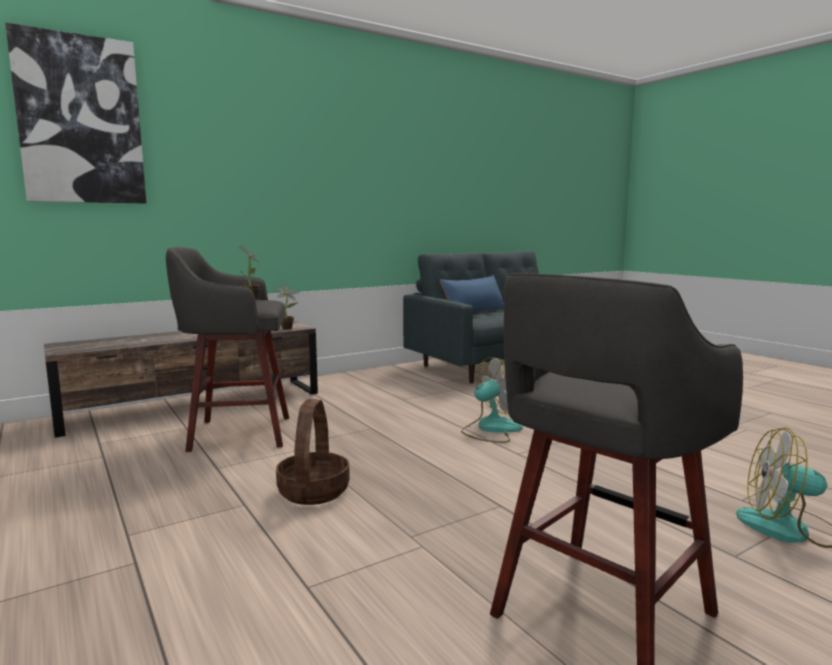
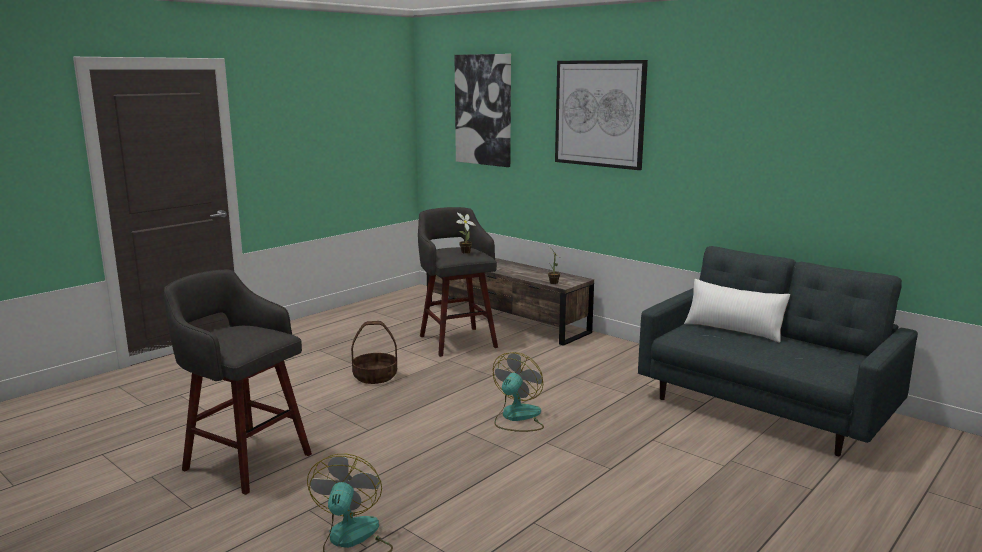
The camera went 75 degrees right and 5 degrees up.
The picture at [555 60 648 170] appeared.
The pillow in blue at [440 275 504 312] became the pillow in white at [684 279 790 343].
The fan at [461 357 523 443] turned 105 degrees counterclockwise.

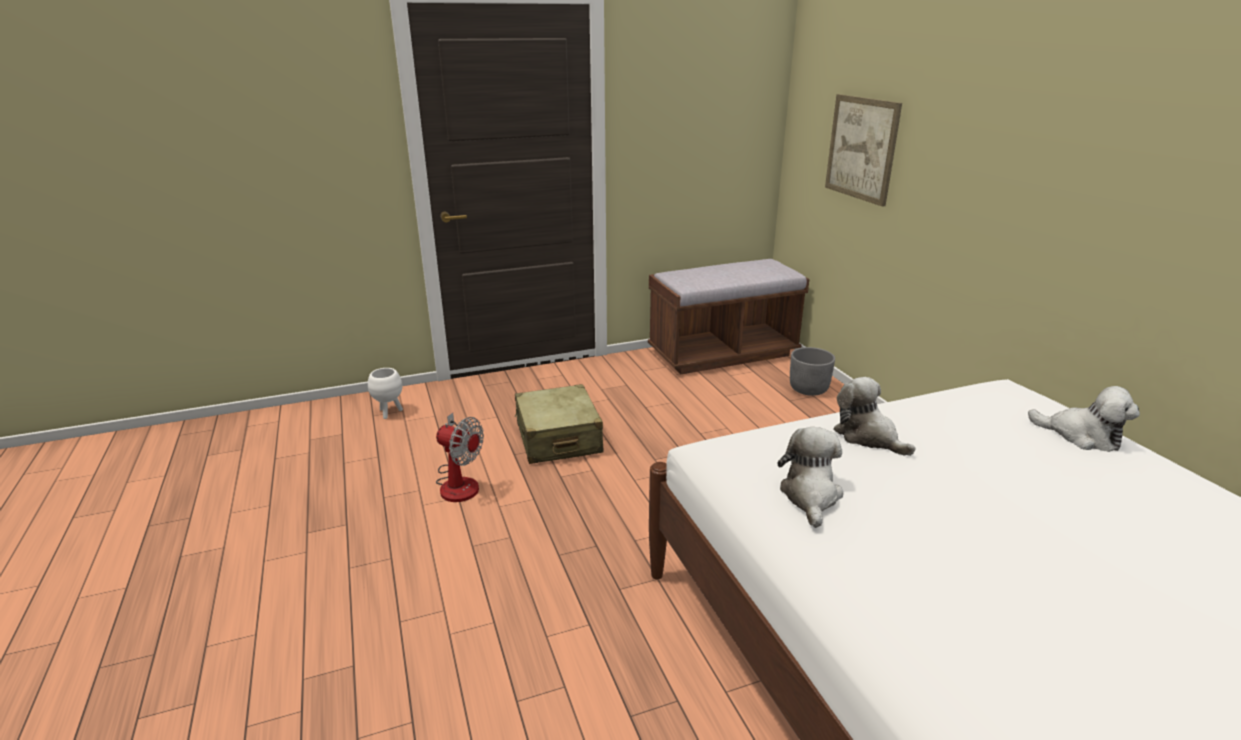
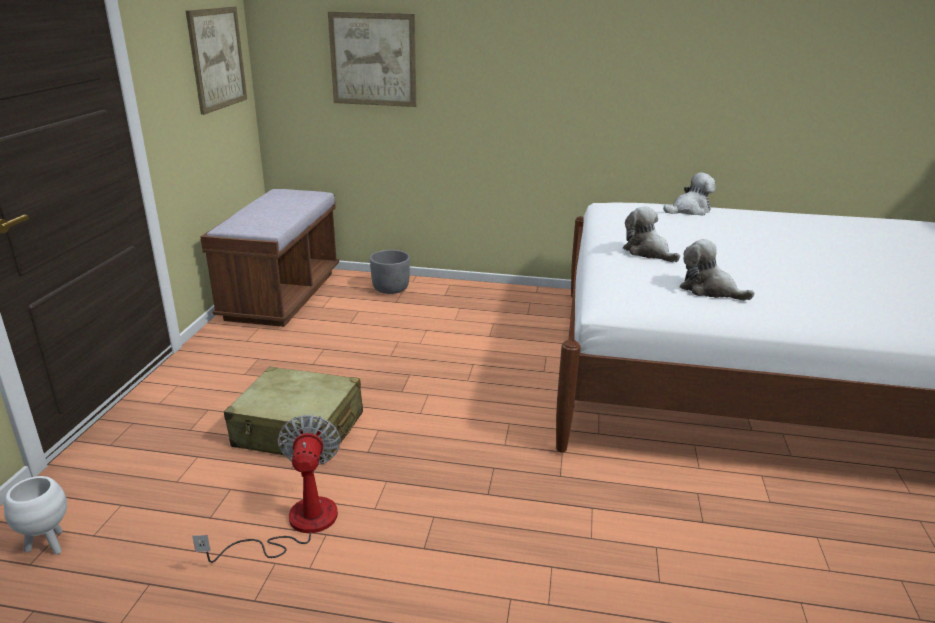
The camera went 60 degrees left and 0 degrees up.
The picture at [186 6 247 115] appeared.
The fan at [436 413 484 502] turned 60 degrees counterclockwise.
The plush toy at [833 377 916 456] turned 60 degrees clockwise.

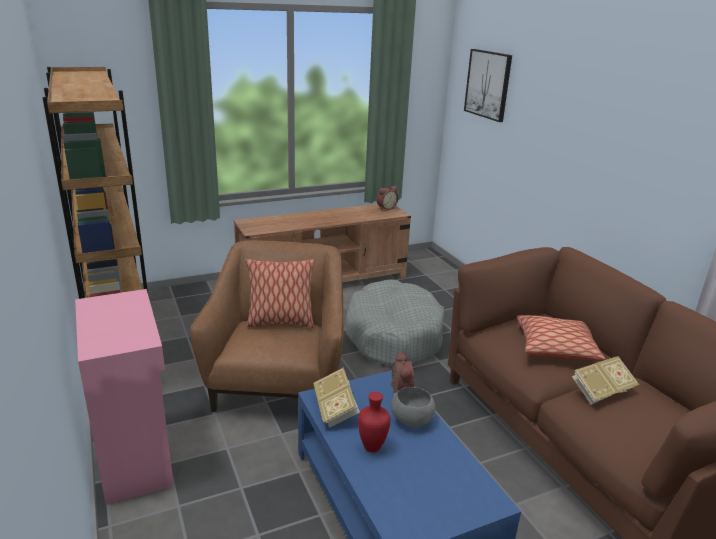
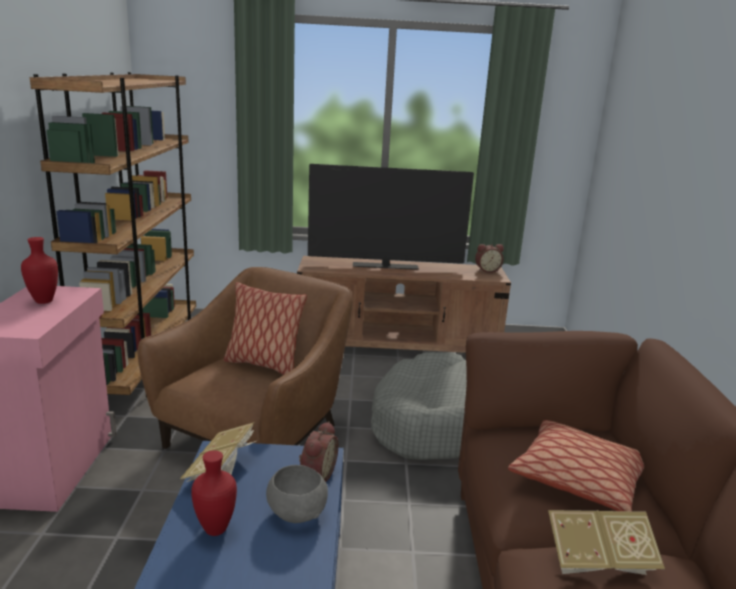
The camera went 25 degrees right and 5 degrees down.
The picture at [464 49 512 122] disappeared.
The vase in red at [21 237 58 304] appeared.
The television at [308 164 474 270] appeared.

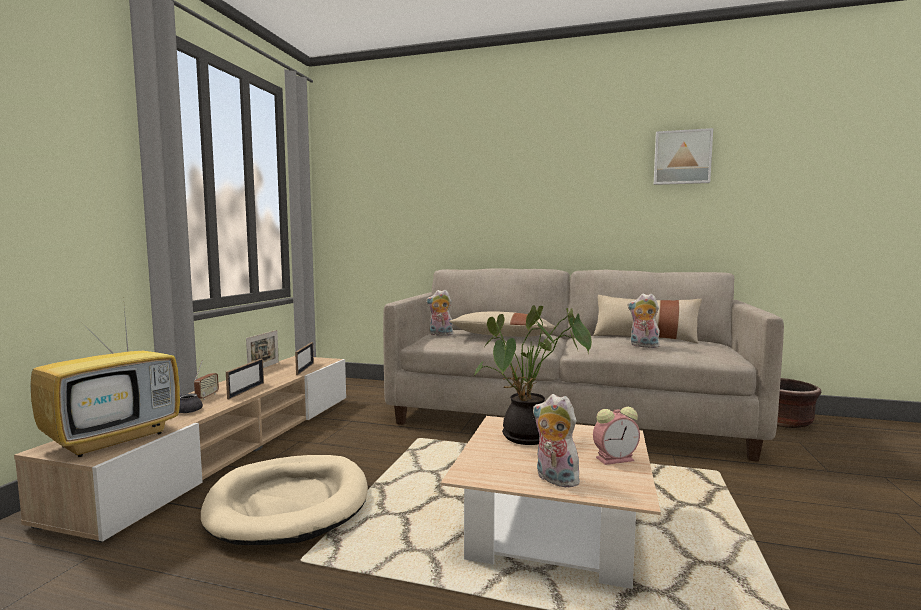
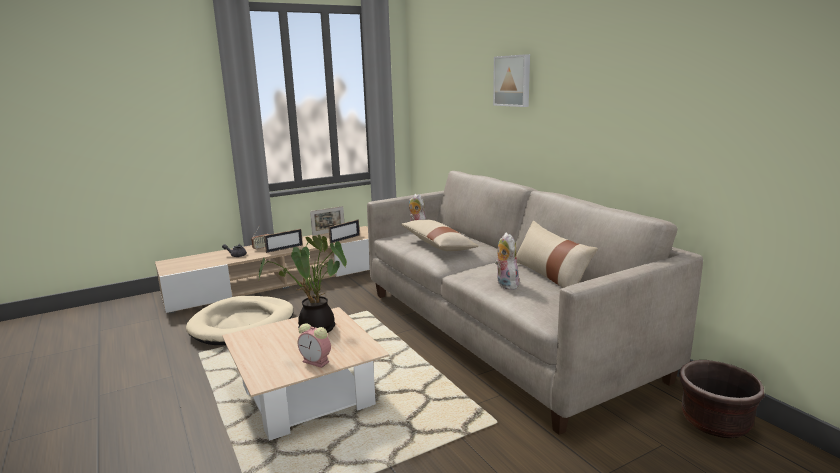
The camera went 45 degrees right and 10 degrees up.
The television at [30 307 180 457] disappeared.
The plush toy at [533 394 582 488] disappeared.
The picture moved from [654 128 713 185] to [493 54 530 107].

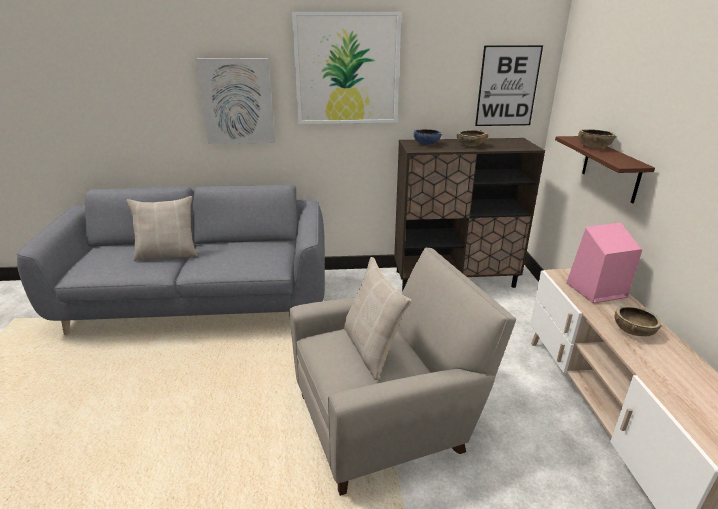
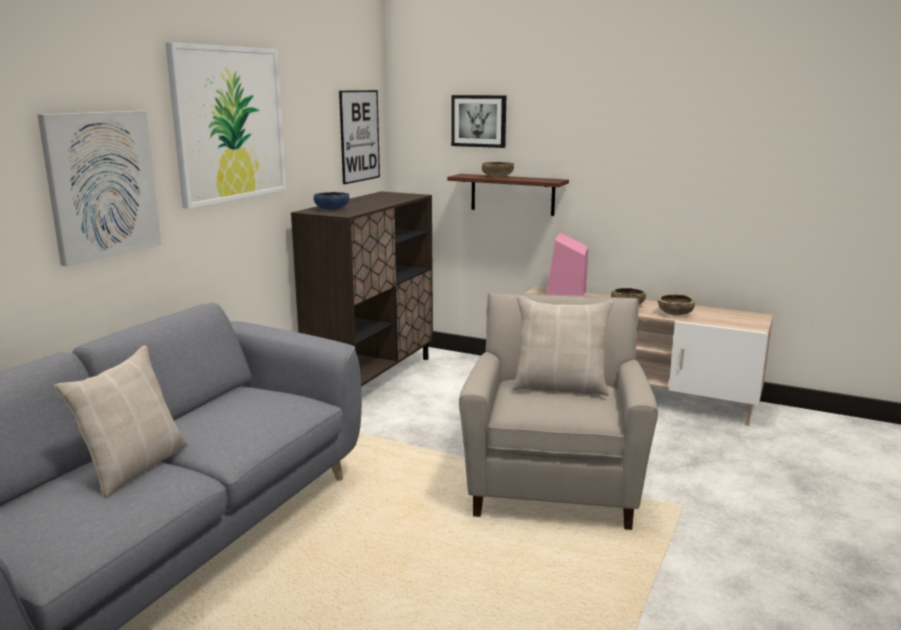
The camera went 60 degrees left and 10 degrees down.
The picture at [451 95 506 148] appeared.
The bowl in brown moved from [457 130 488 146] to [658 294 695 315].

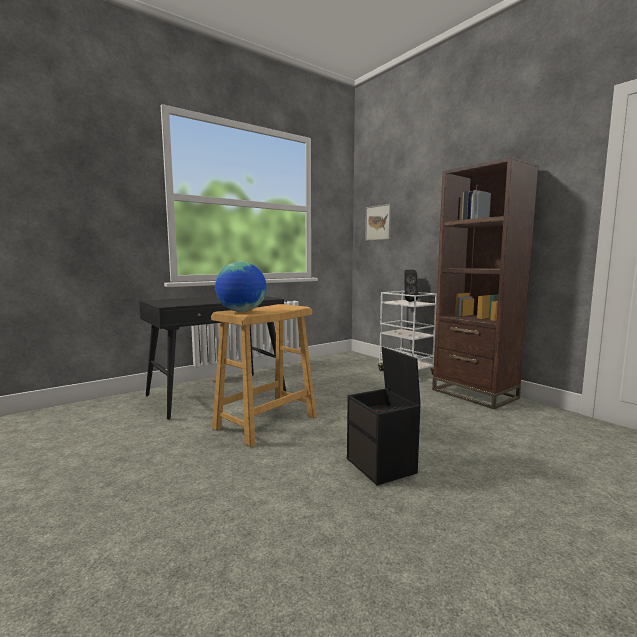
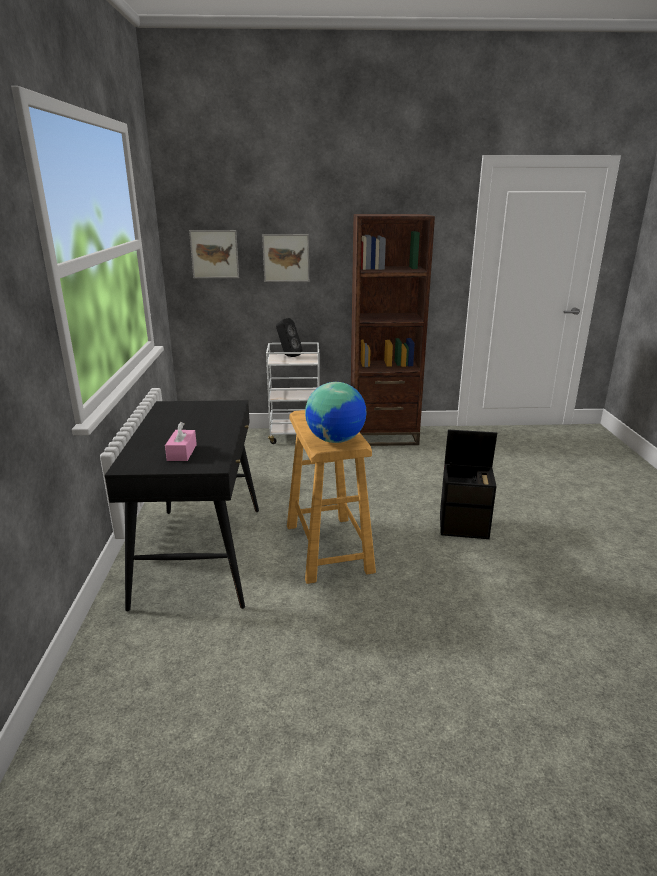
The camera went 55 degrees left and 15 degrees up.
The tissue box in pink at [165 422 197 461] appeared.
The picture at [262 234 309 282] appeared.

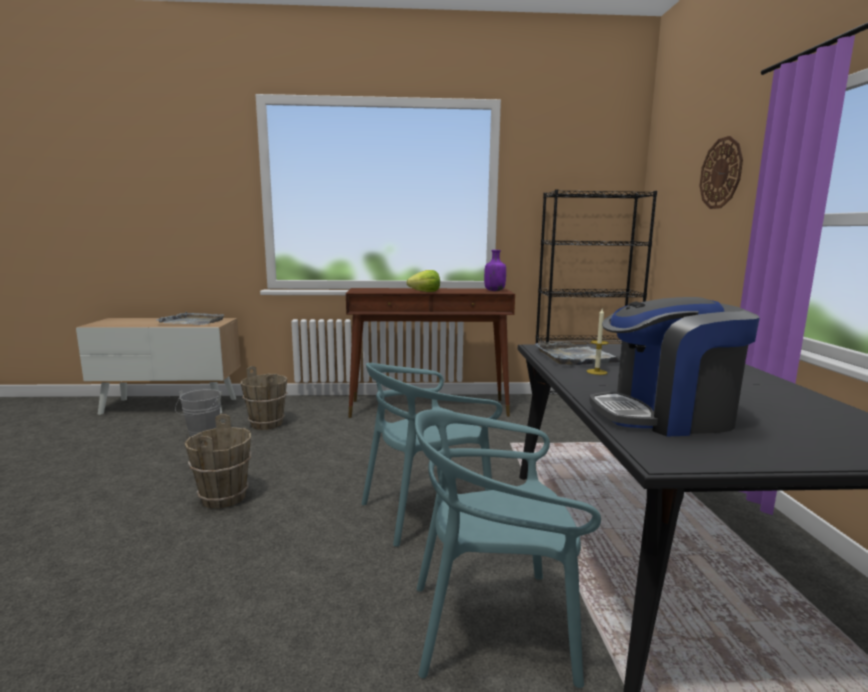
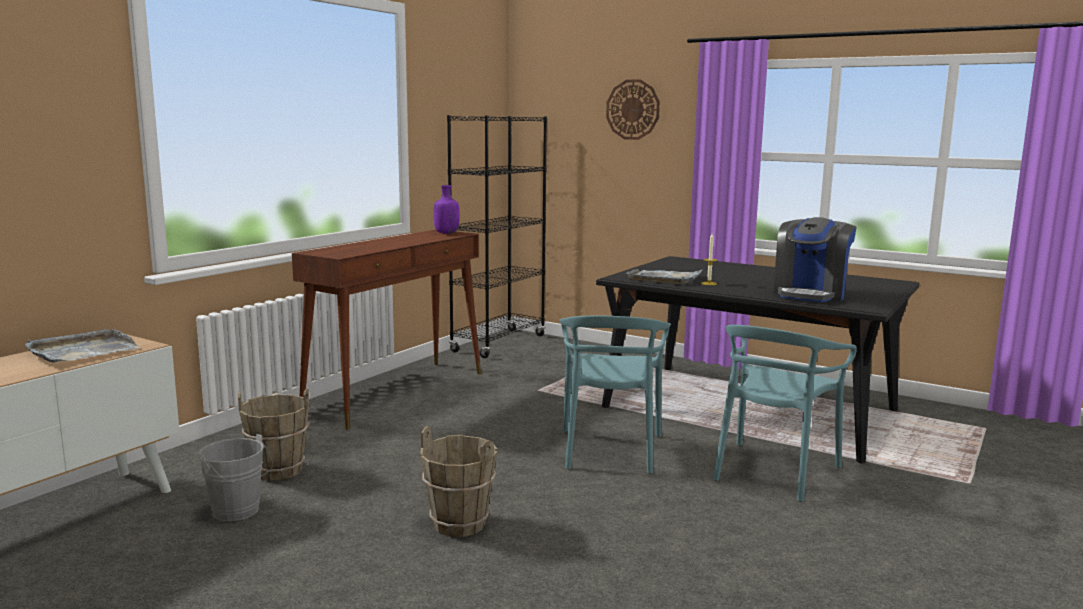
The camera went 55 degrees left and 0 degrees up.
The lettuce at [406 270 440 292] disappeared.

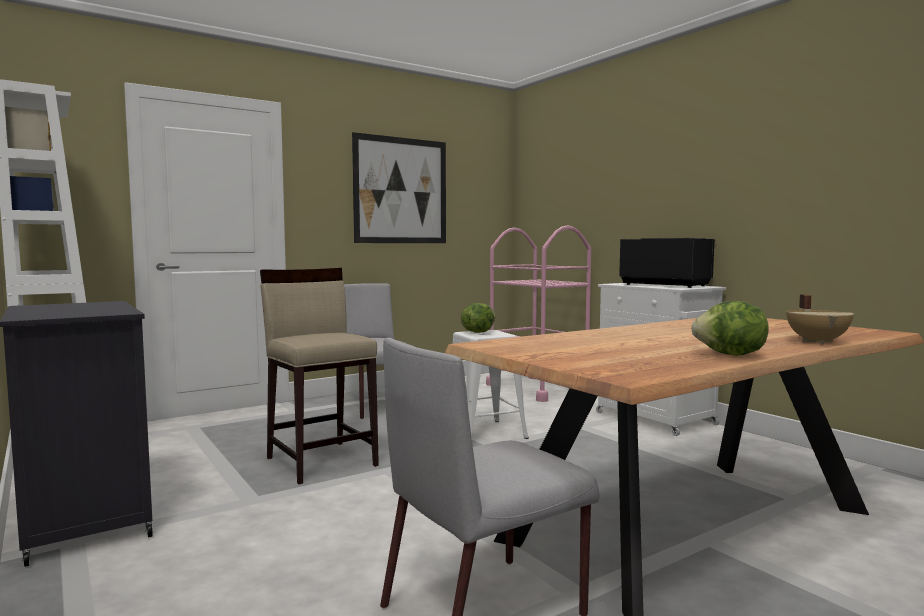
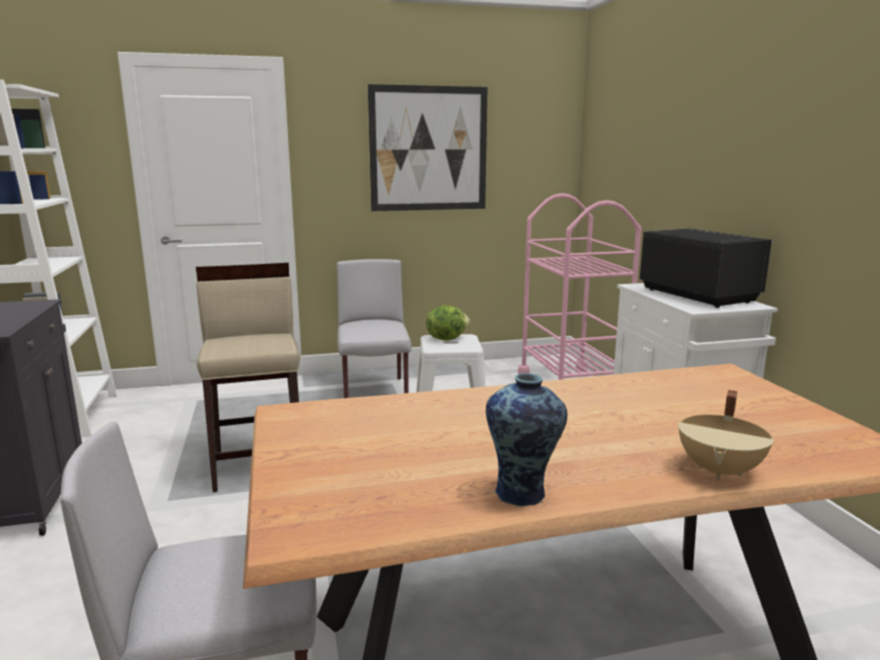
The camera went 20 degrees right and 10 degrees up.
The lettuce at [691 301 768 356] was replaced by the vase at [486 373 567 507].

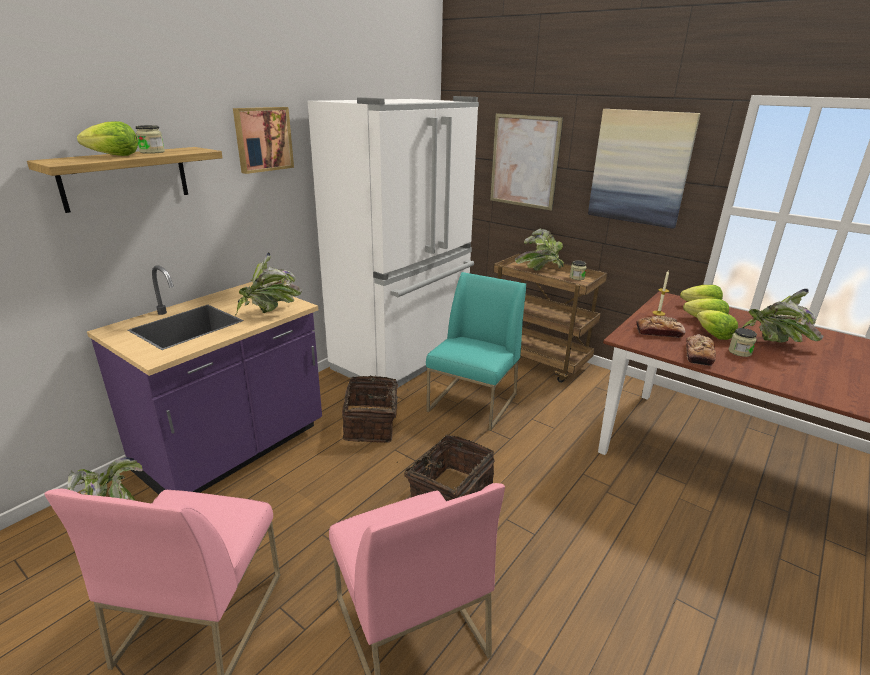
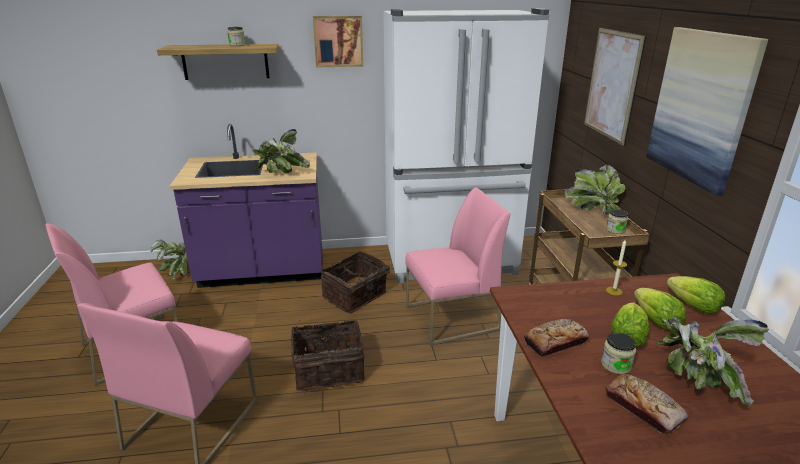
The camera went 45 degrees right and 0 degrees up.
The lettuce at [77 121 138 156] disappeared.
The bread moved from [636 316 686 338] to [605 374 688 435].
The chair in turquoise at [426 272 526 431] became the chair in pink at [405 187 511 346].

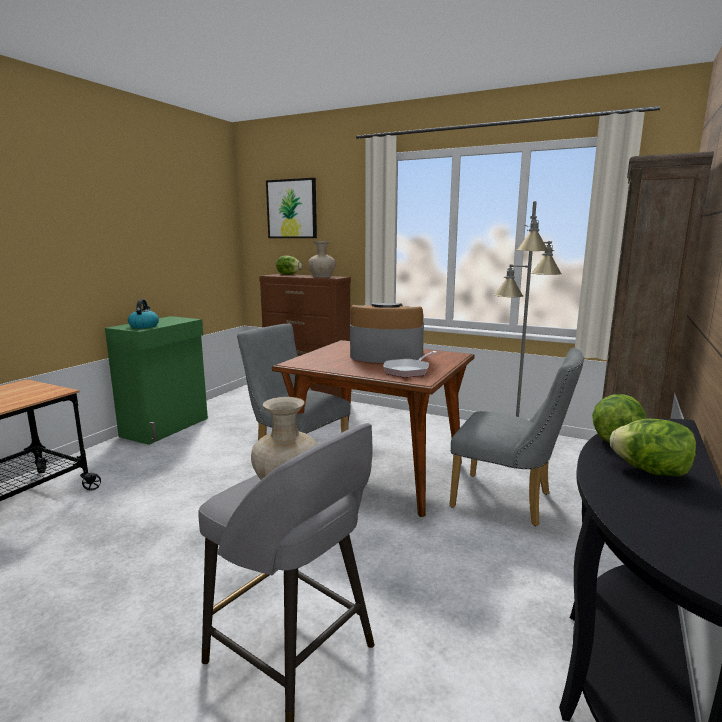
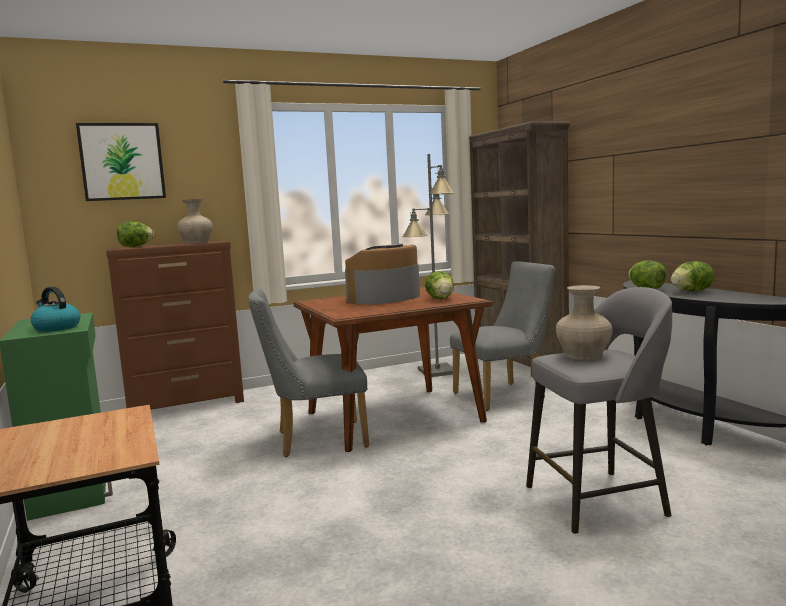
The camera went 50 degrees left and 5 degrees down.
The frying pan at [383 351 438 378] was replaced by the lettuce at [425 271 454 299].

